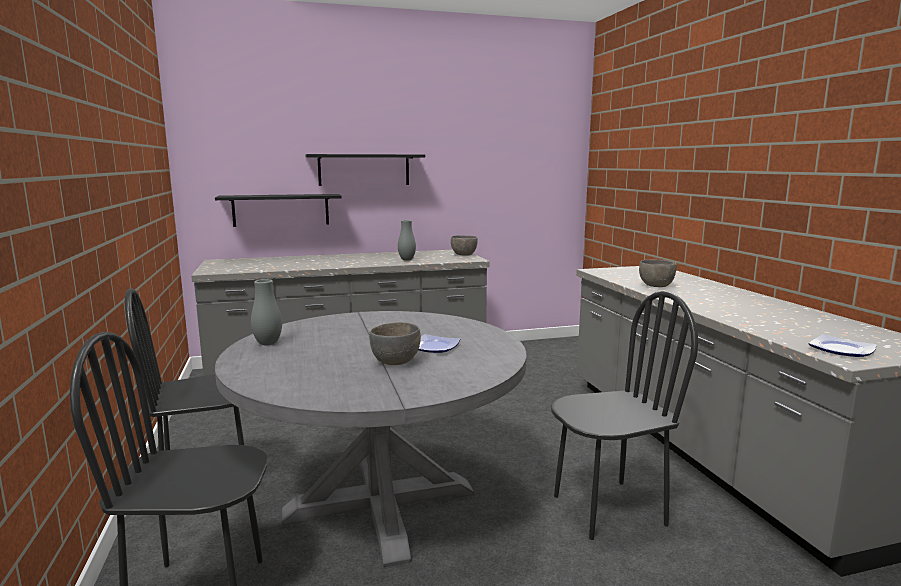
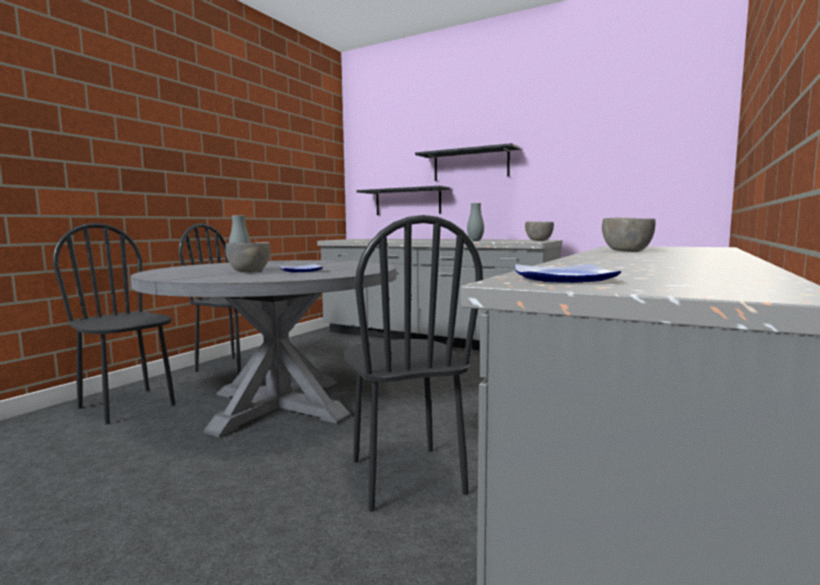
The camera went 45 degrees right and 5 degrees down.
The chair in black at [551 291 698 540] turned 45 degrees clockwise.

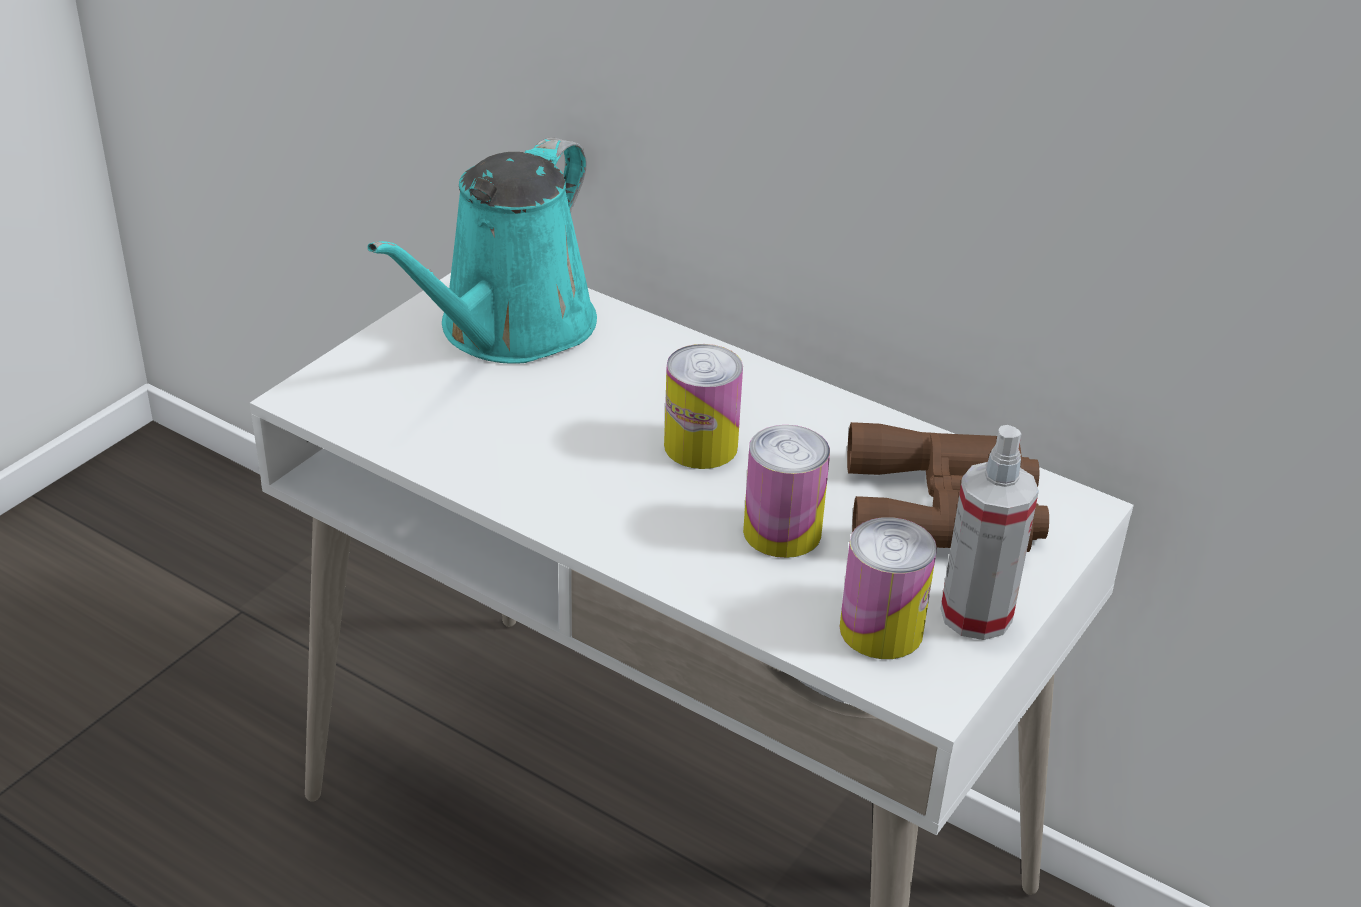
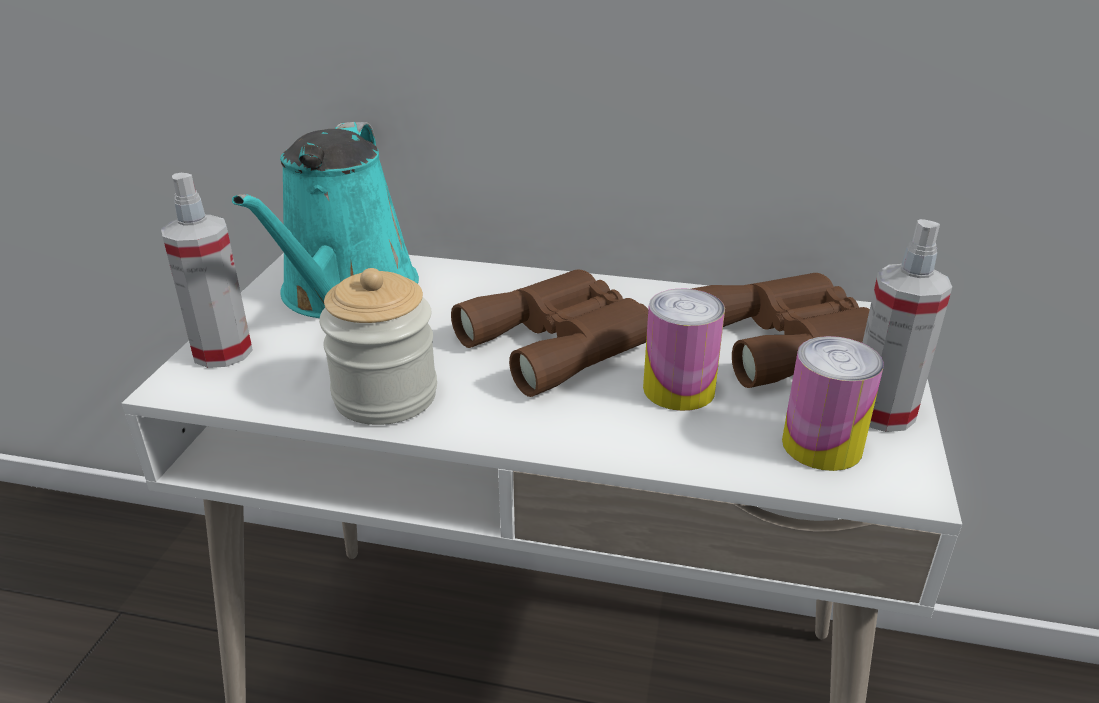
The camera went 20 degrees left and 5 degrees down.
The spray bottle at [161 173 253 368] appeared.
The jar at [319 268 437 425] appeared.
The can at [664 344 743 469] was replaced by the binoculars in brown at [451 269 648 397].

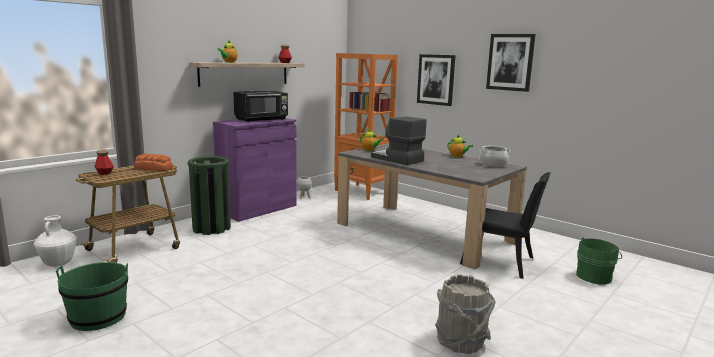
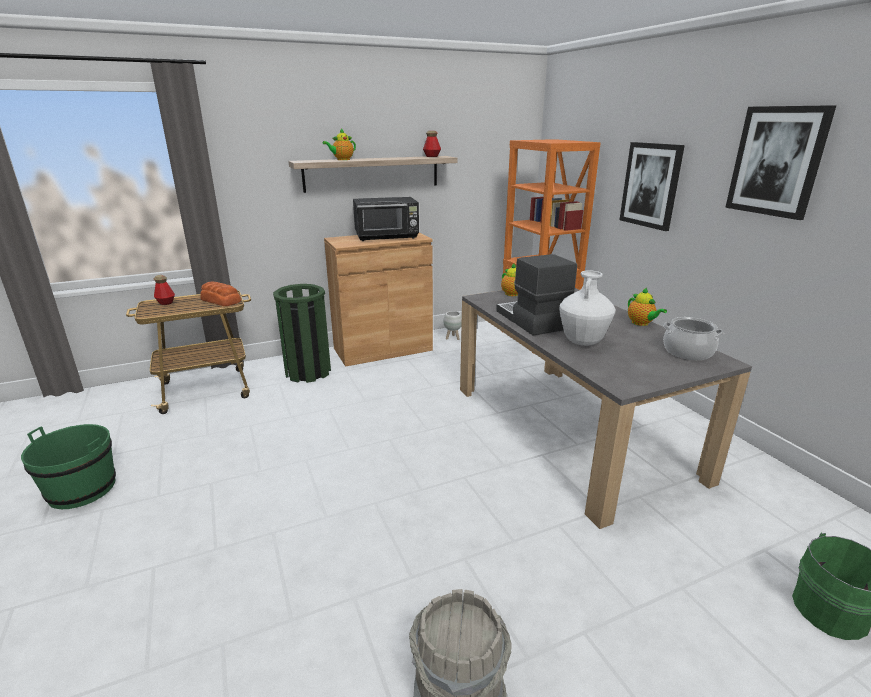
The camera went 25 degrees right and 10 degrees up.
The chair in black at [460 172 551 279] disappeared.
The vase in white moved from [34 216 77 267] to [559 270 616 346].
The cabinet in purple at [213 118 297 222] became the cabinet in brown at [324 233 433 367].

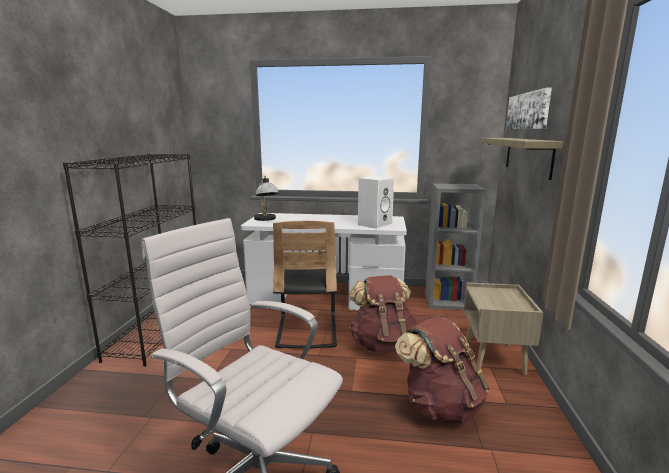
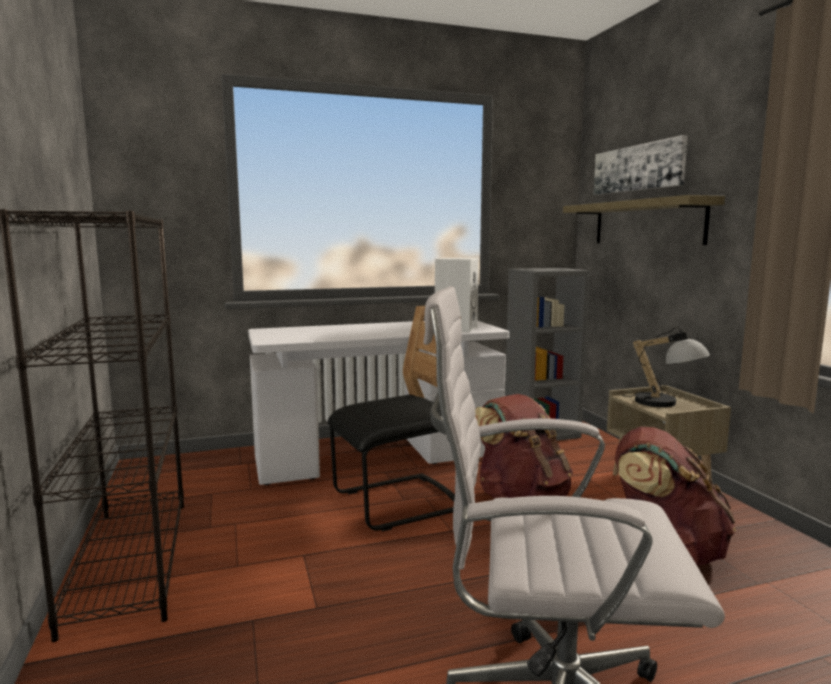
The camera went 25 degrees left and 5 degrees down.
The table lamp moved from [254 176 279 221] to [622 327 710 407].
The chair in black at [273 221 337 349] turned 90 degrees counterclockwise.

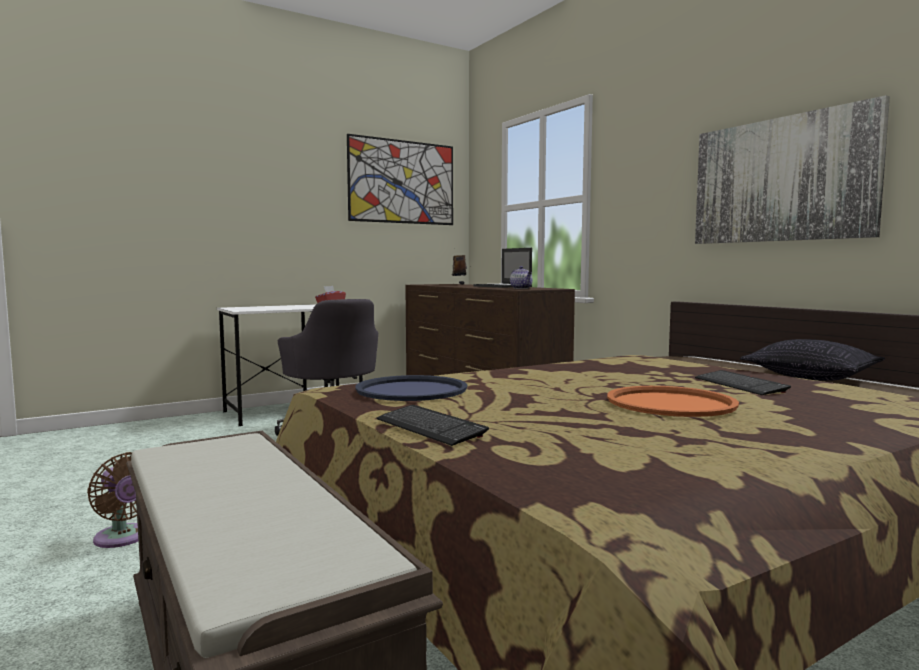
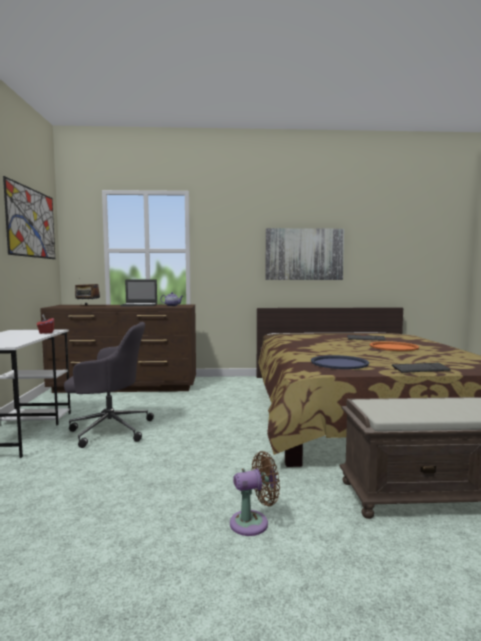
The camera went 60 degrees left and 0 degrees up.
The pillow at [740 339 885 381] disappeared.

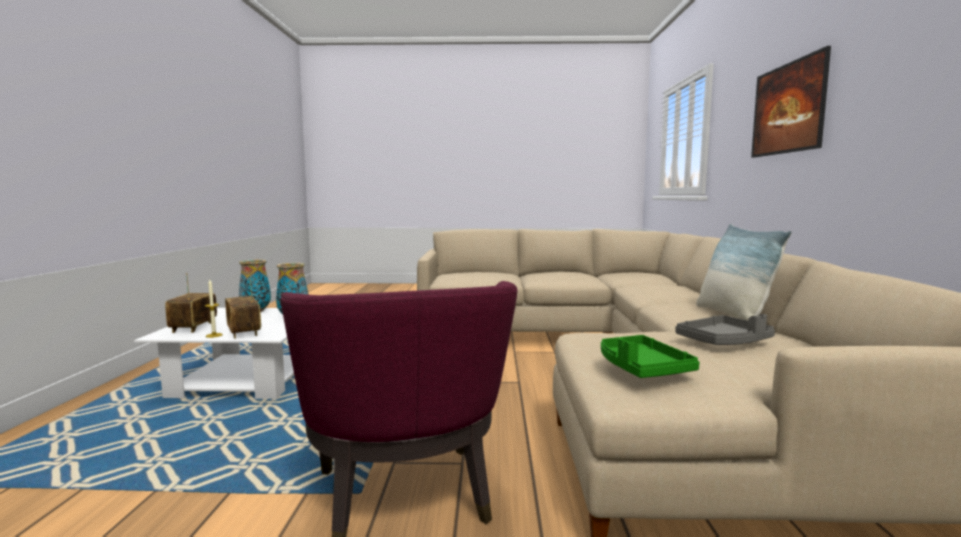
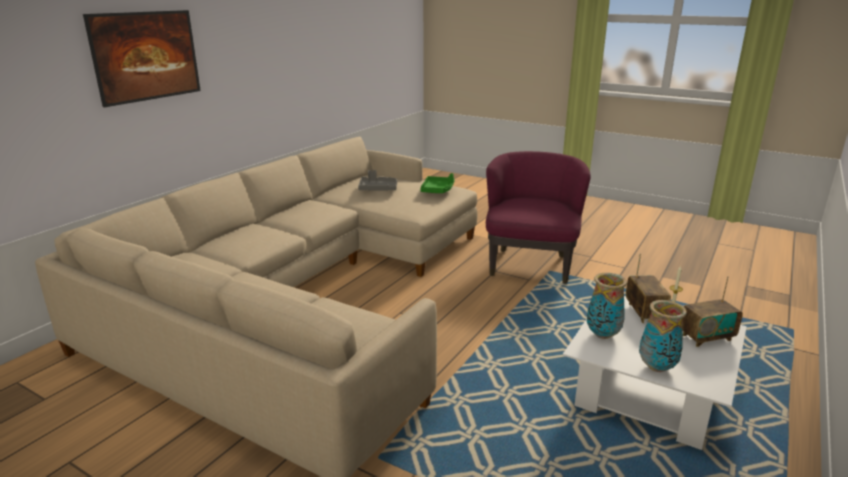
The camera went 150 degrees left and 15 degrees up.
The pillow at [696 224 792 321] disappeared.
The radio at [165 273 217 333] turned 45 degrees clockwise.

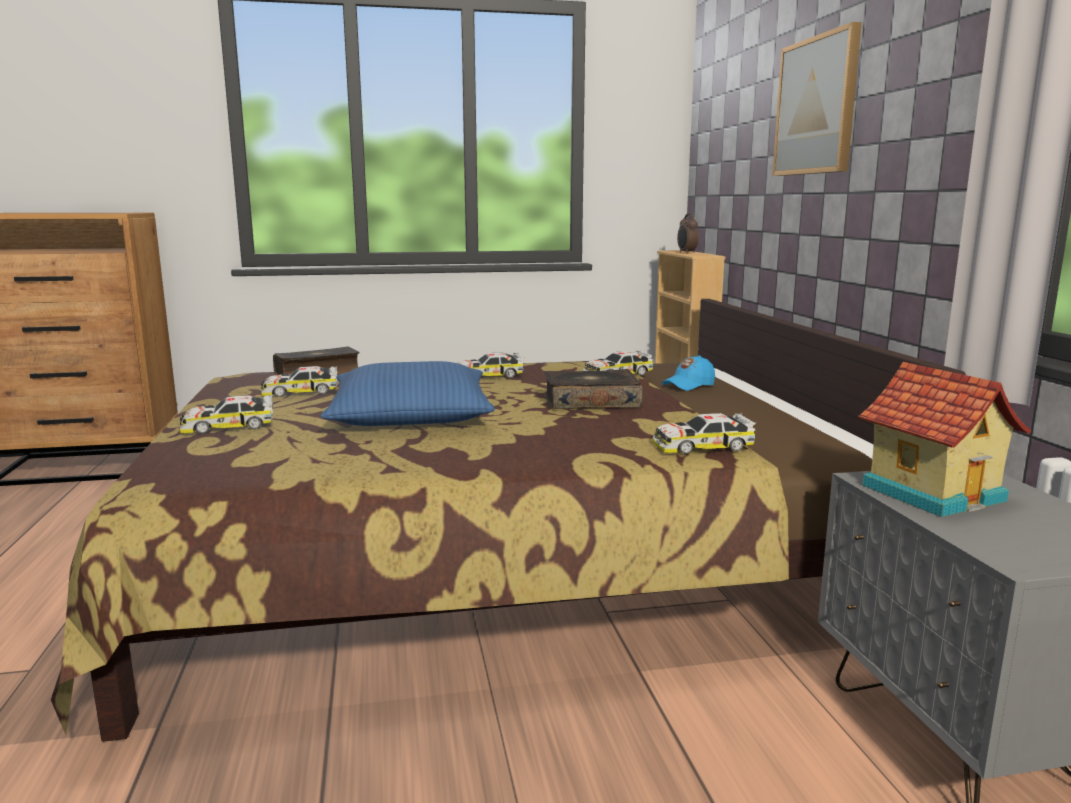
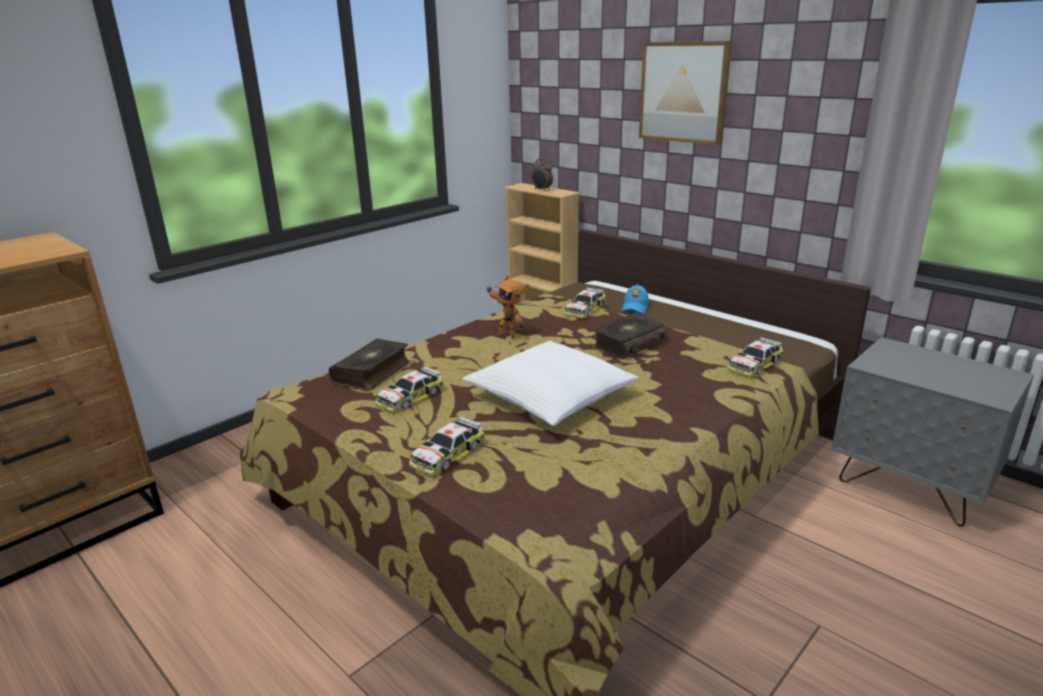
The camera went 35 degrees left and 10 degrees up.
The toy house at [858 362 1031 517] disappeared.
The toy car at [458 353 524 378] was replaced by the toy robot at [486 275 530 338].
The pillow in blue at [321 361 495 426] became the pillow in white at [463 341 639 426].

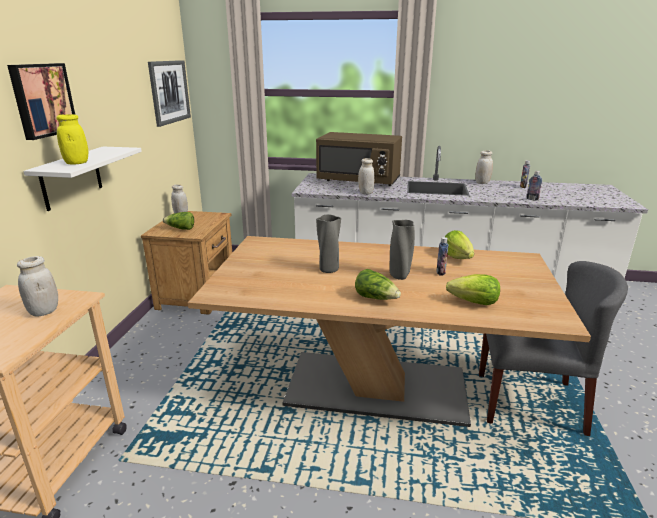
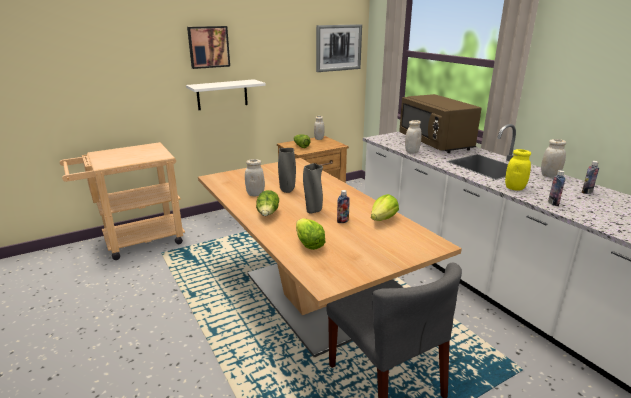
The camera went 50 degrees right and 0 degrees up.
The jar in white moved from [17 256 58 316] to [245 159 265 196].
The jar in yellow moved from [56 114 88 165] to [505 149 531 191].

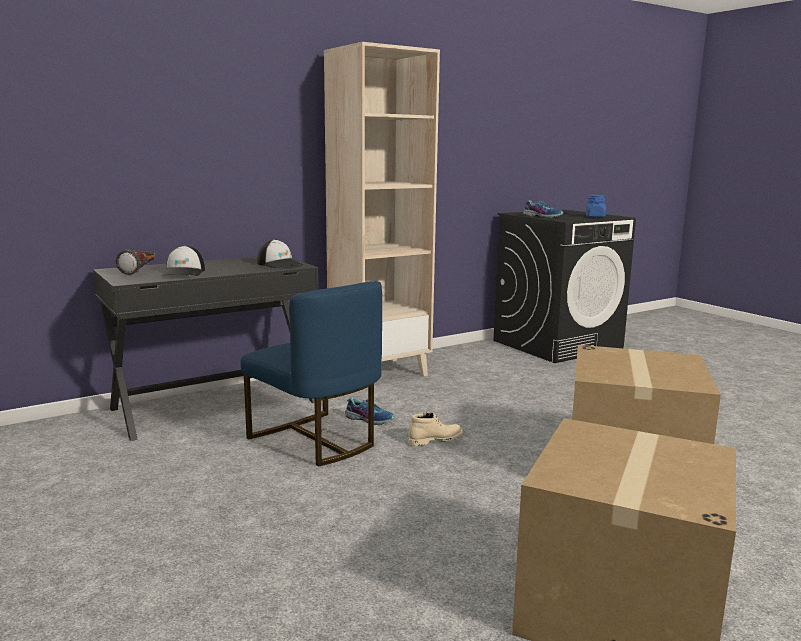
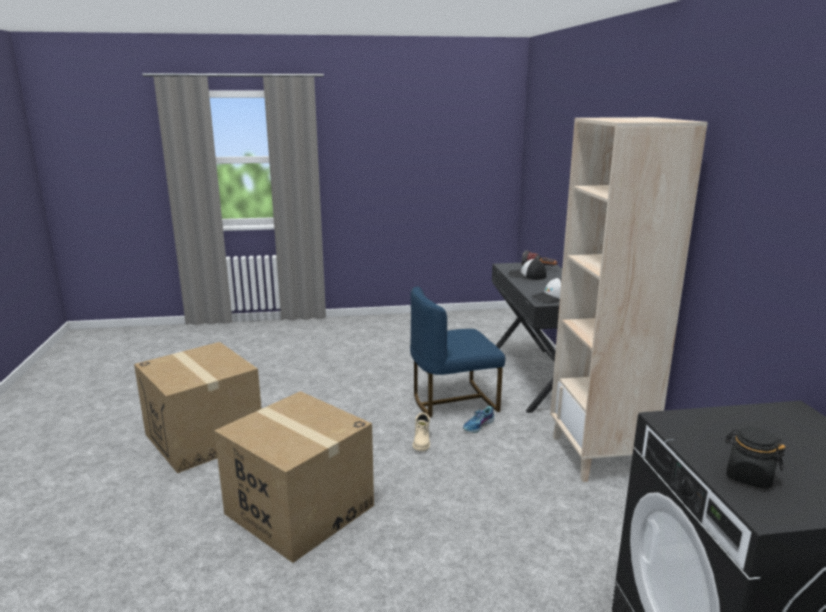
The camera went 115 degrees right and 5 degrees up.
The shoe at [523 199 563 218] disappeared.
The jar in blue at [586 195 606 218] became the jar in black at [725 427 786 489].

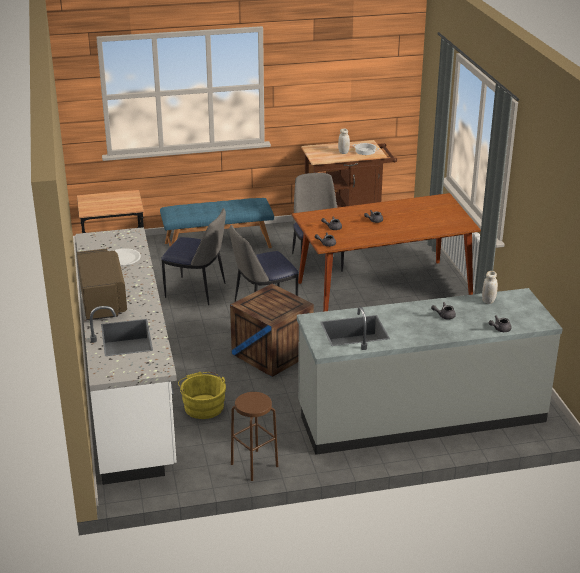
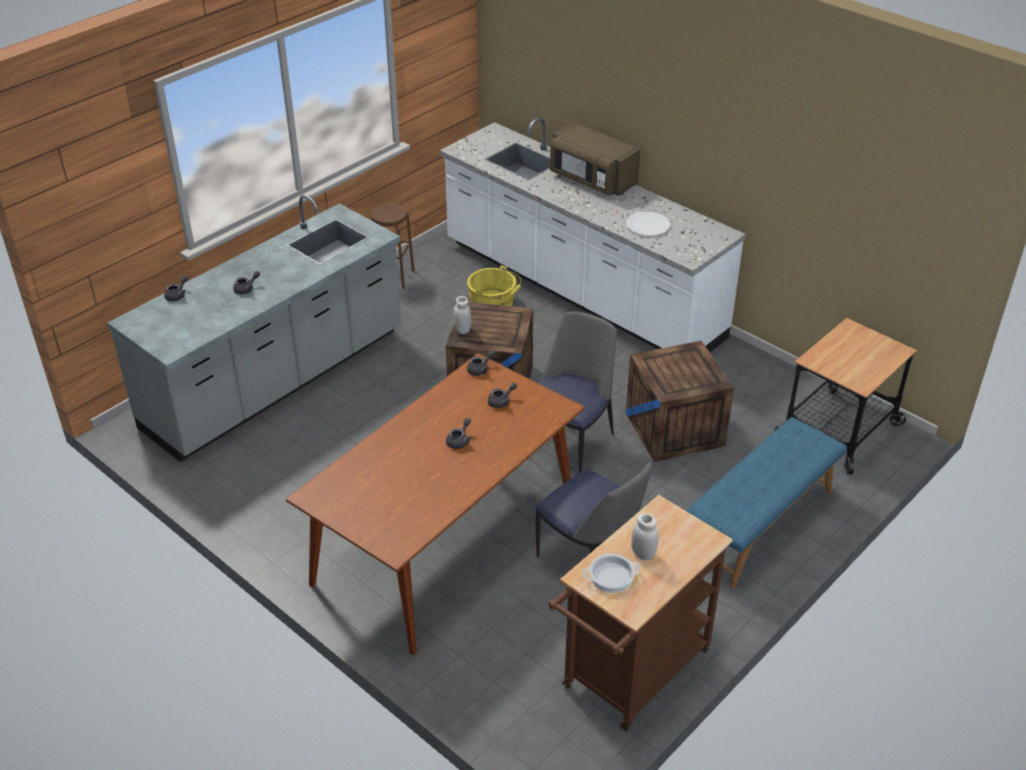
The camera went 145 degrees right and 10 degrees up.
The jar in white moved from [482 271 498 304] to [453 296 471 334].
The chair at [161 208 226 305] was replaced by the crate at [626 341 734 462].

